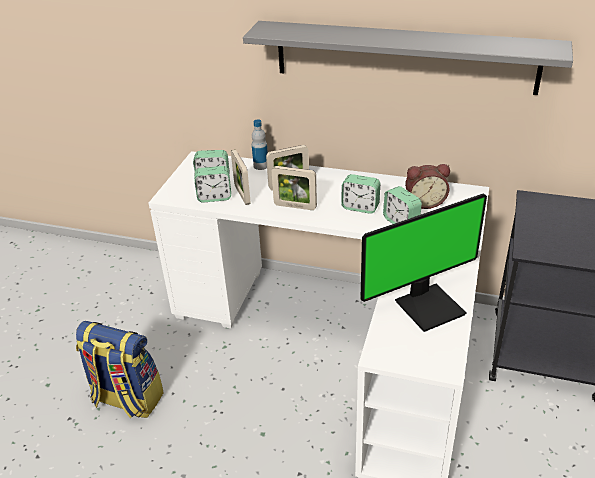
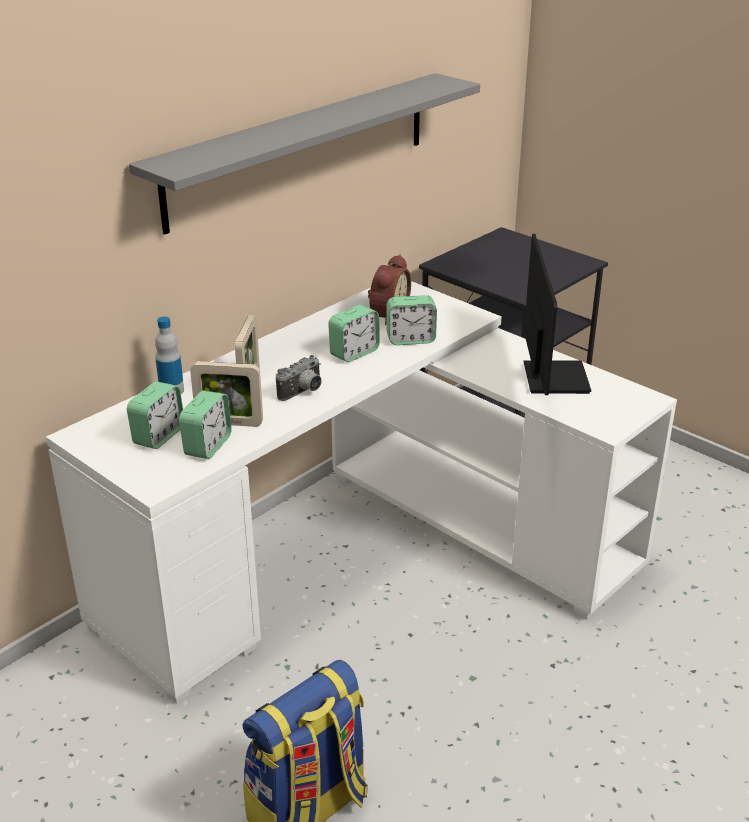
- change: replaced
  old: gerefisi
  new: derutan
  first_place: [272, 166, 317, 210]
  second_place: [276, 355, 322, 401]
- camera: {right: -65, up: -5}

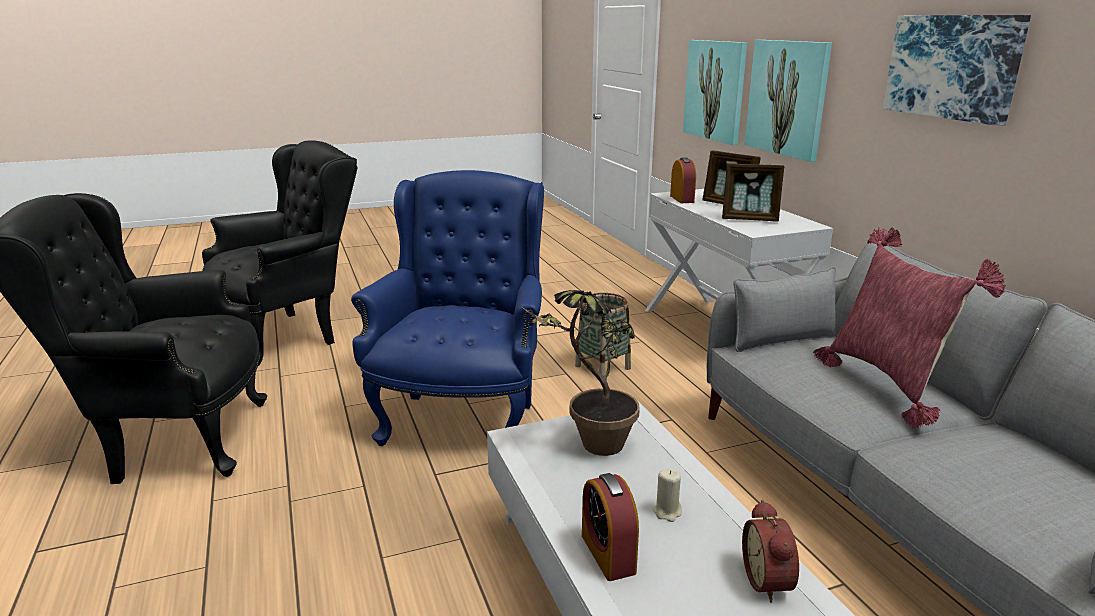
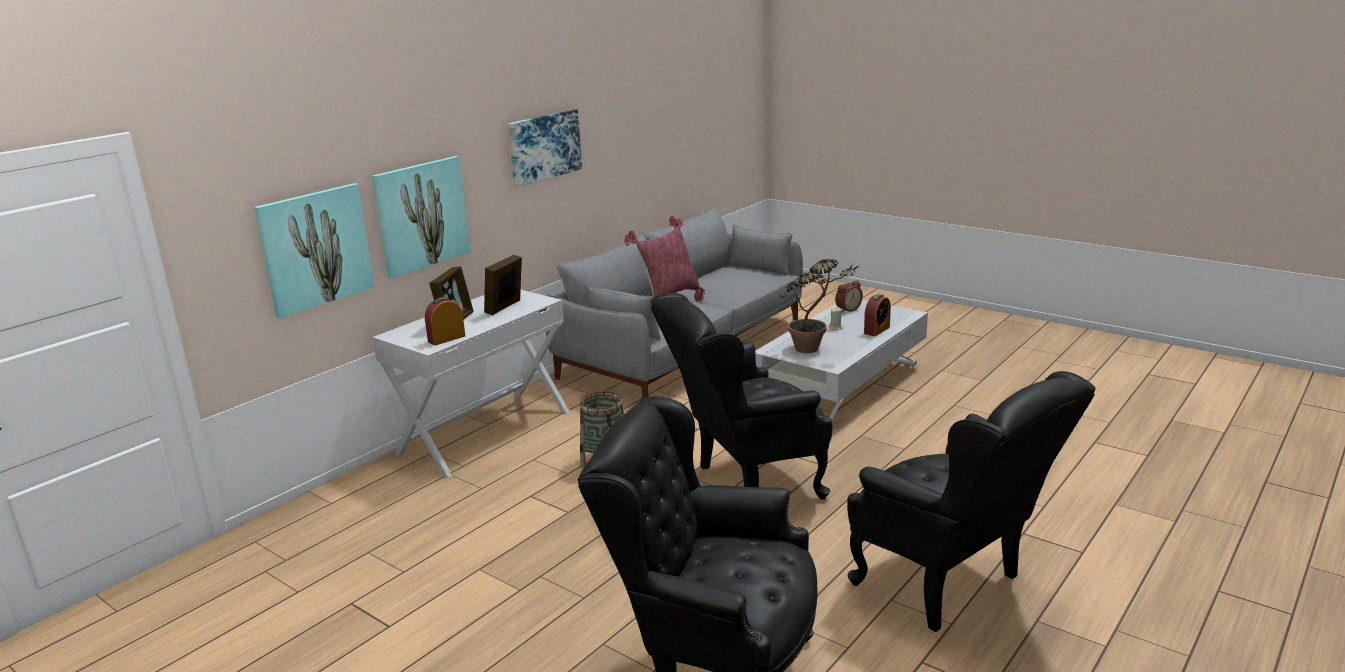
- change: recoloured
  old: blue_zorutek
  new: black_zorutek
  first_place: [351, 170, 544, 446]
  second_place: [651, 293, 832, 500]
- change: turned
  old: gerefisi
  first_place: [722, 163, 784, 222]
  second_place: [484, 255, 522, 315]
  degrees: -135
- camera: {right: -120, up: 0}

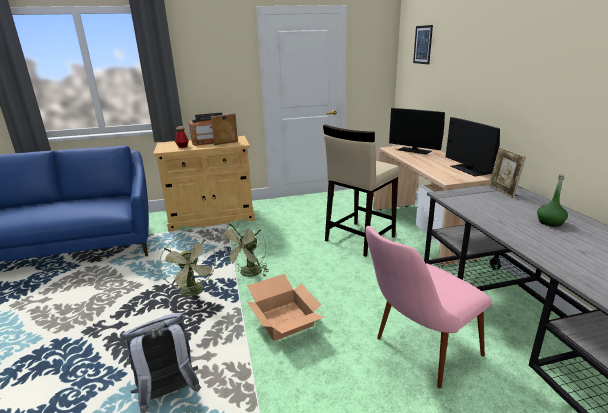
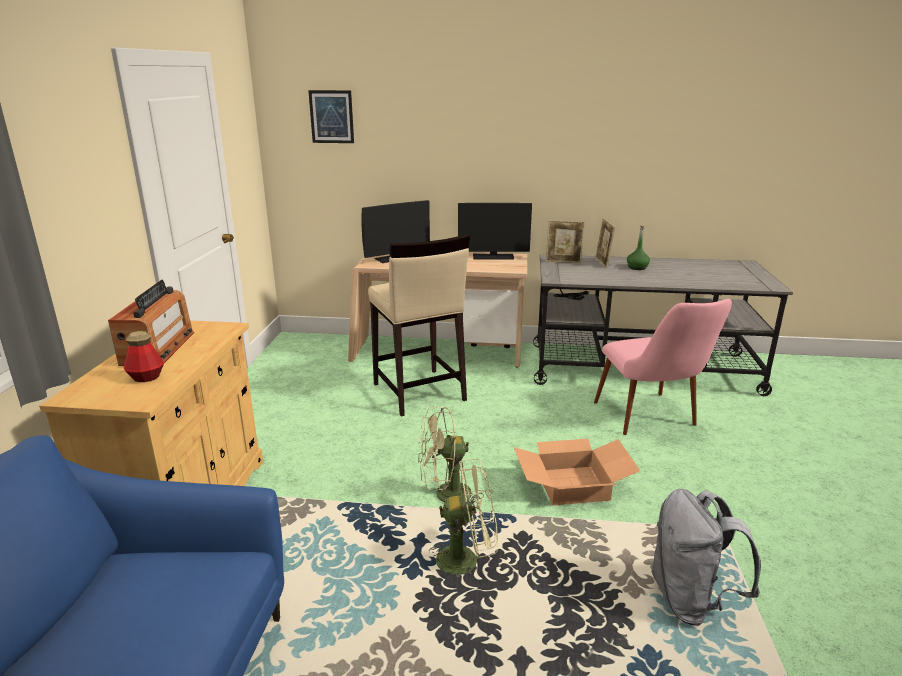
- change: moved
  old: gerefisi
  first_place: [211, 113, 238, 146]
  second_place: [595, 218, 615, 268]
- change: turned
  old: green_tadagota
  first_place: [220, 220, 270, 277]
  second_place: [418, 407, 484, 504]
  degrees: 120
- camera: {right: -70, up: 0}

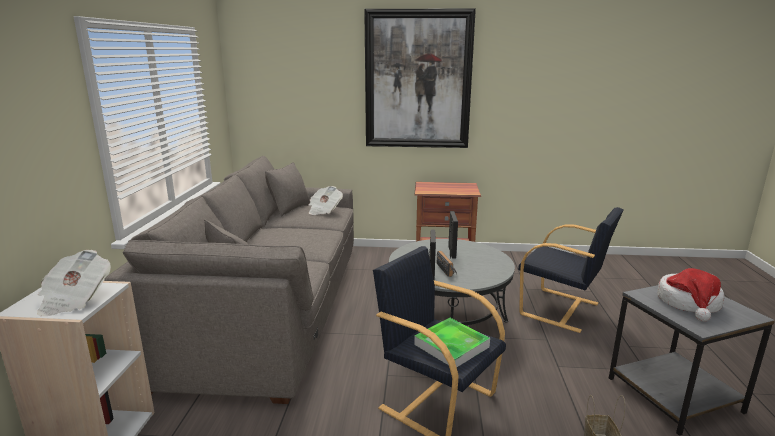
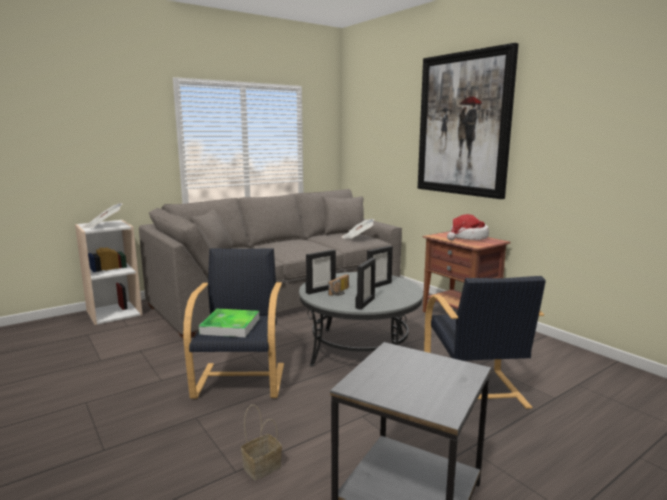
- change: moved
  old: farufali
  first_place: [657, 268, 724, 322]
  second_place: [447, 214, 489, 240]
- change: added
  new: gerefisi
  second_place: [355, 258, 376, 310]
- camera: {right: 50, up: -5}

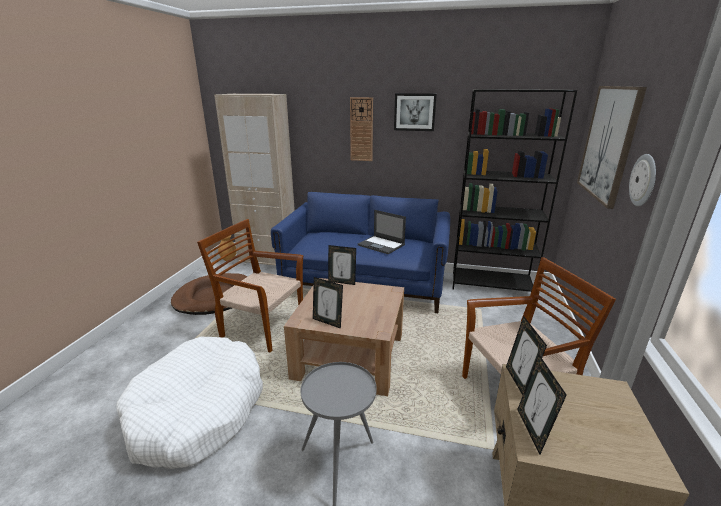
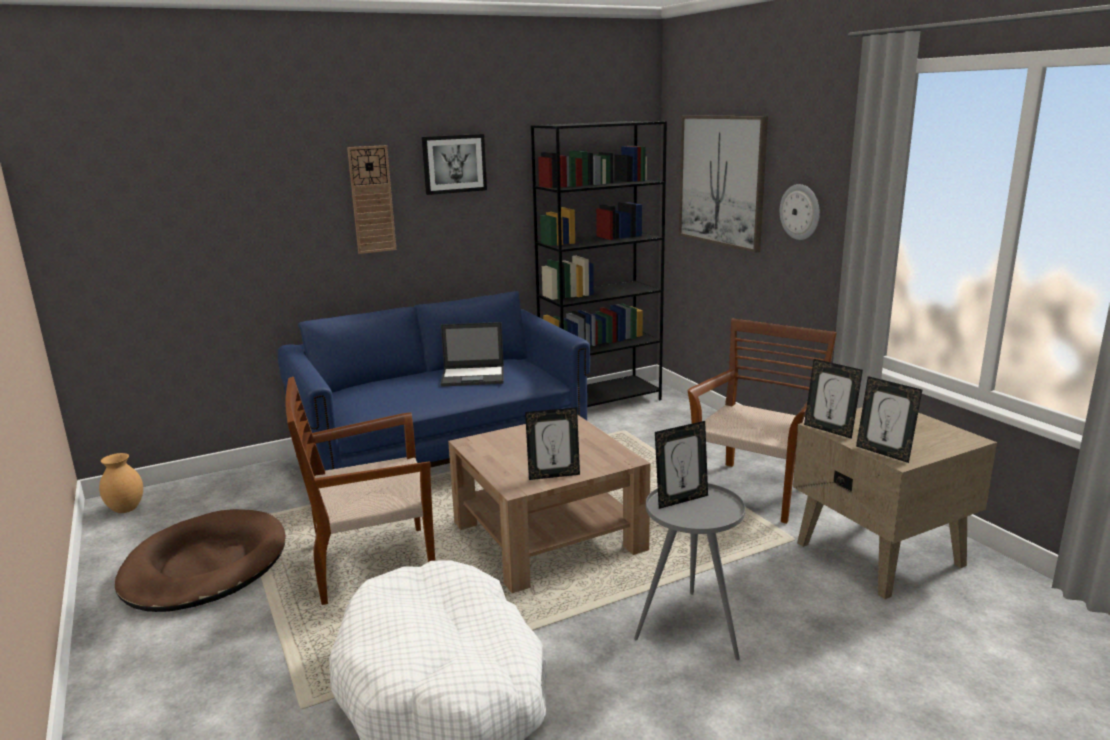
- change: removed
  old: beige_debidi
  first_place: [214, 94, 295, 266]
- change: moved
  old: gerefisi
  first_place: [328, 245, 356, 285]
  second_place: [655, 421, 708, 509]
- camera: {right: -40, up: -5}

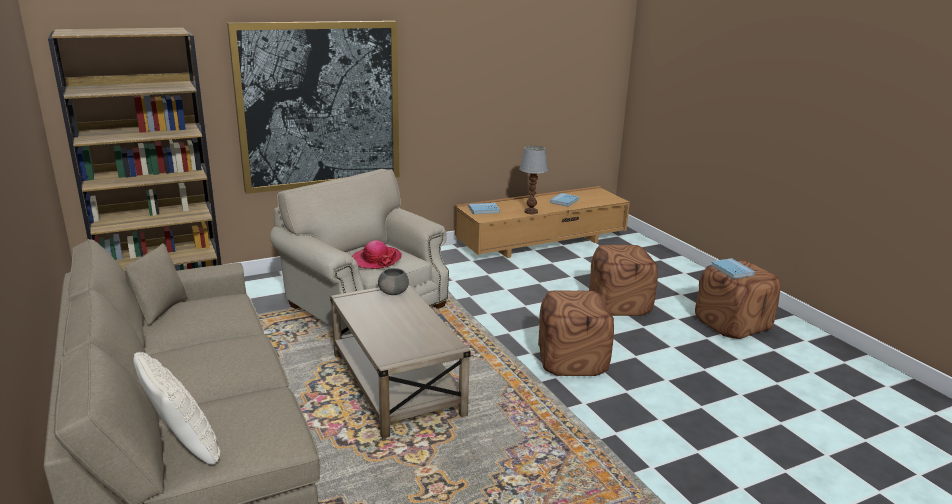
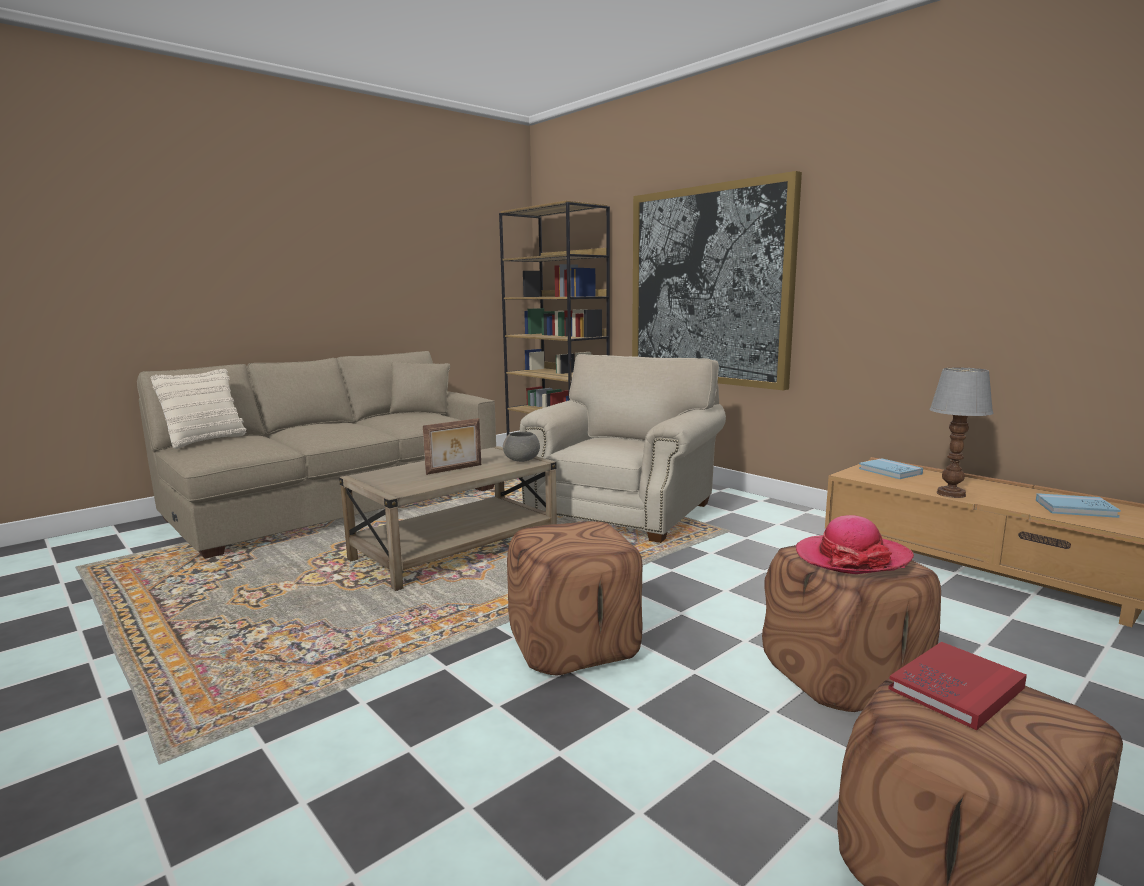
- change: moved
  old: farufali
  first_place: [352, 240, 402, 269]
  second_place: [795, 515, 914, 574]
- change: recoloured
  old: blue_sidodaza
  new: red_sidodaza
  first_place: [711, 258, 755, 279]
  second_place: [888, 642, 1027, 730]
- change: added
  new: gerefisi
  second_place: [423, 418, 481, 475]
- camera: {right: 75, up: -10}

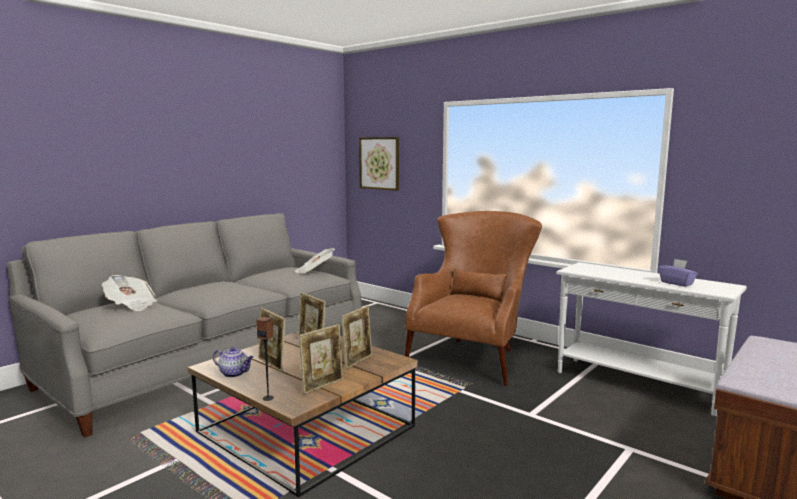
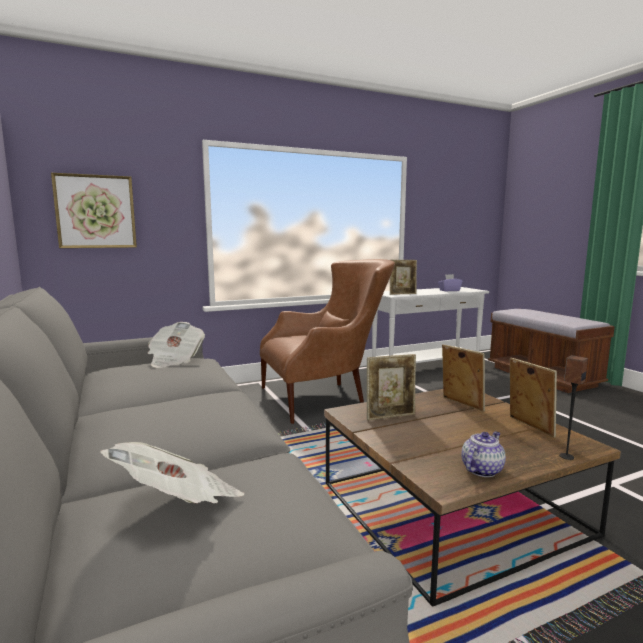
- change: moved
  old: gerefisi
  first_place: [258, 308, 285, 372]
  second_place: [390, 260, 417, 295]
- change: turned
  old: brown_zorutek
  first_place: [405, 211, 542, 386]
  second_place: [260, 259, 395, 424]
  degrees: 105
- camera: {right: -65, up: 0}

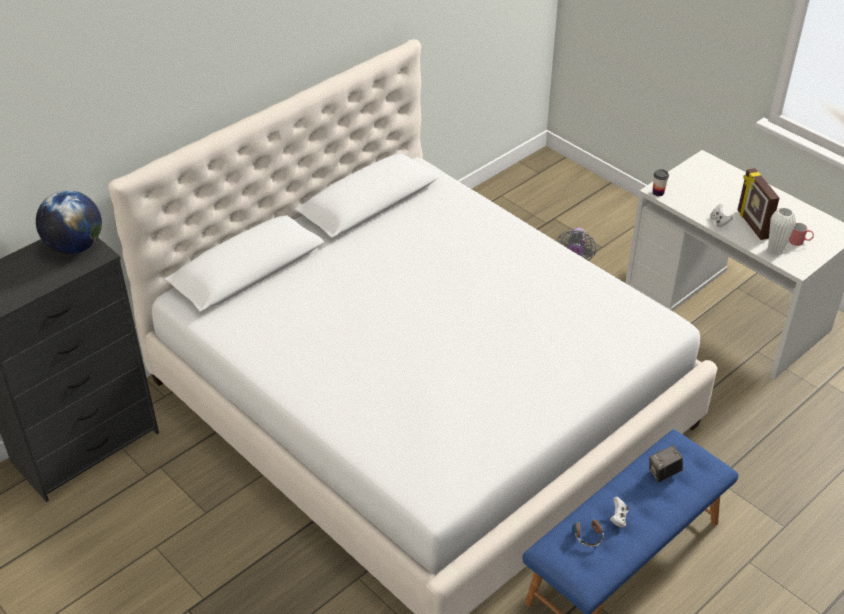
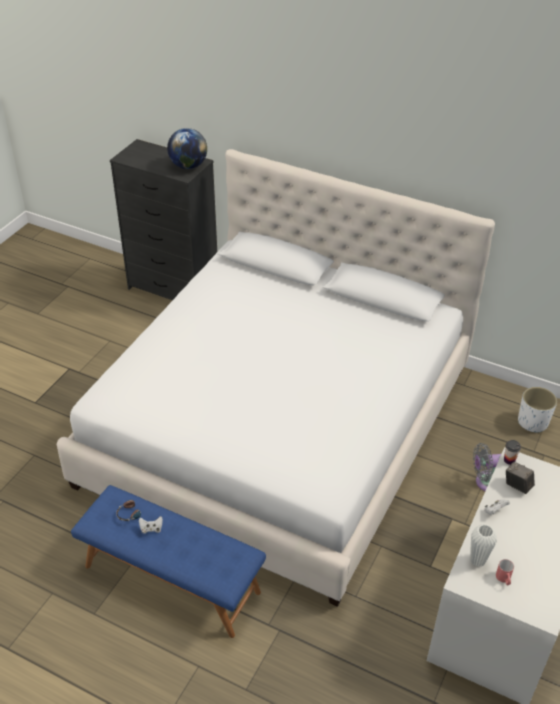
- change: moved
  old: derutan
  first_place: [649, 445, 683, 482]
  second_place: [506, 462, 535, 494]
- change: removed
  old: gerefisi
  first_place: [738, 168, 779, 240]
- change: added
  new: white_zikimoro
  second_place: [518, 387, 557, 433]
- camera: {right: 70, up: 0}

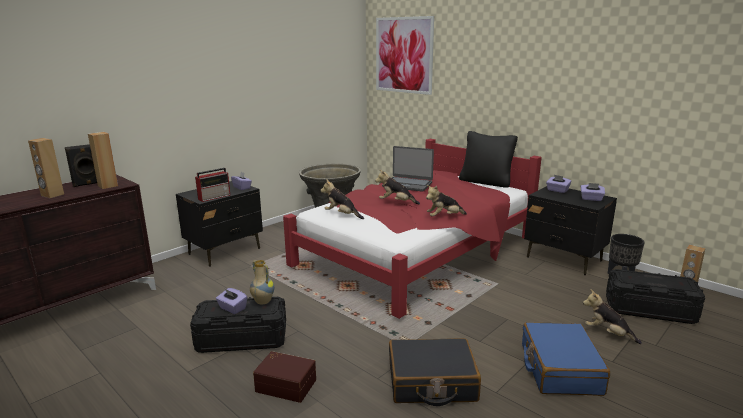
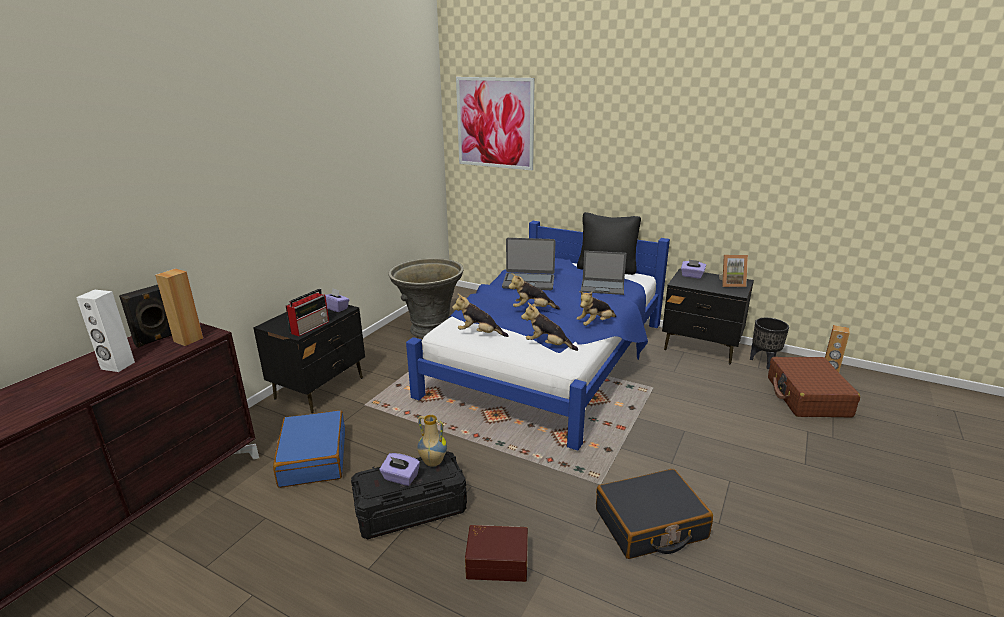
- change: recoloured
  old: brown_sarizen
  new: white_sarizen
  first_place: [28, 138, 64, 198]
  second_place: [76, 290, 135, 372]
- change: recoloured
  old: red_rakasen
  new: blue_rakasen
  first_place: [283, 139, 542, 319]
  second_place: [406, 221, 670, 451]
- change: moved
  old: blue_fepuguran
  first_place: [522, 322, 610, 396]
  second_place: [273, 410, 345, 488]
- change: replaced
  old: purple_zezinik
  new: gerefisi
  first_place: [581, 183, 605, 201]
  second_place: [719, 255, 748, 287]
- change: moved
  old: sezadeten
  first_place: [583, 289, 642, 344]
  second_place: [521, 302, 578, 351]
- change: replaced
  old: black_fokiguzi
  new: brown_fepuguran
  first_place: [606, 269, 705, 324]
  second_place: [768, 357, 860, 417]
- change: added
  new: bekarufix
  second_place: [581, 251, 627, 295]
- camera: {right: -15, up: 5}

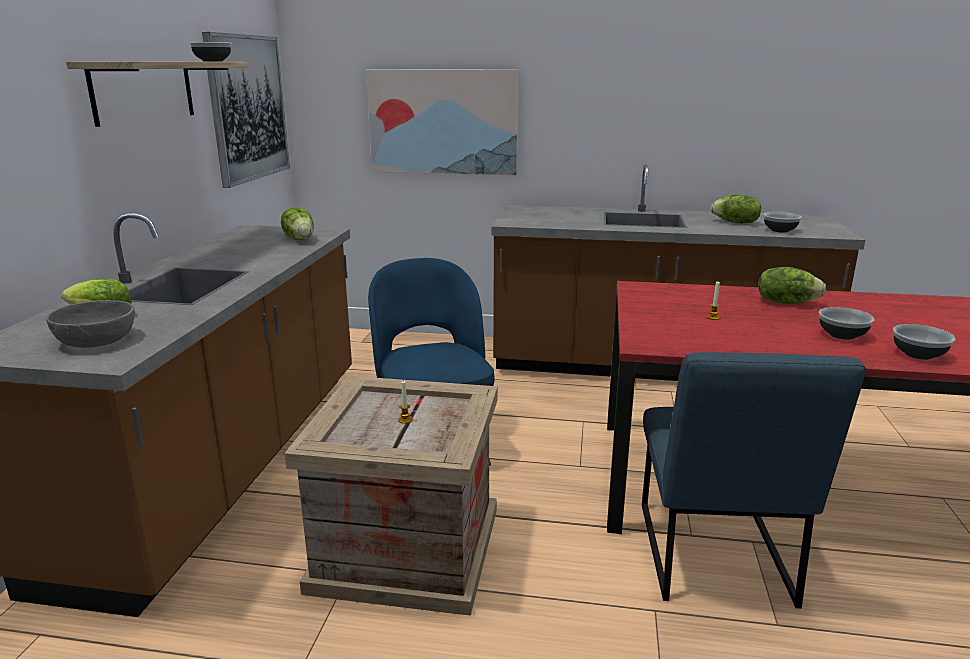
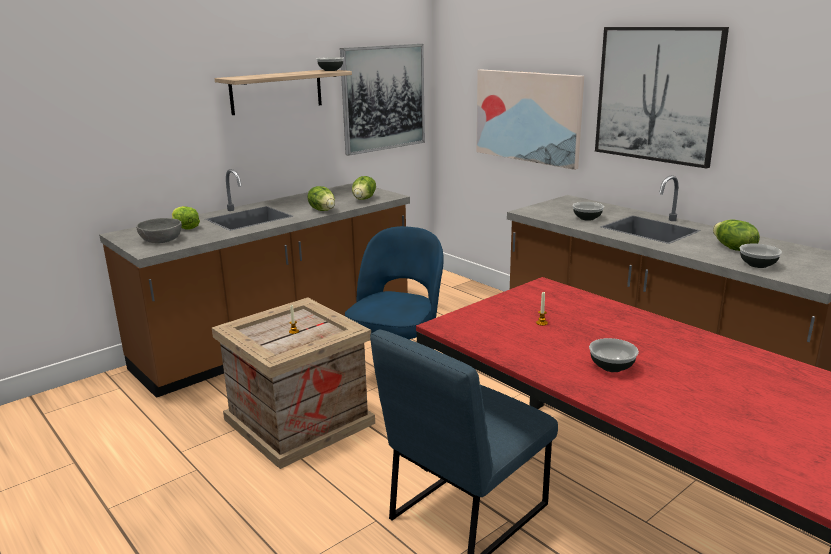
- change: moved
  old: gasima
  first_place: [758, 267, 826, 304]
  second_place: [307, 186, 335, 211]
- change: moved
  old: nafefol
  first_place: [893, 324, 955, 360]
  second_place: [573, 202, 604, 221]
- change: added
  new: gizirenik
  second_place: [595, 27, 729, 169]
- camera: {right: 40, up: 0}

